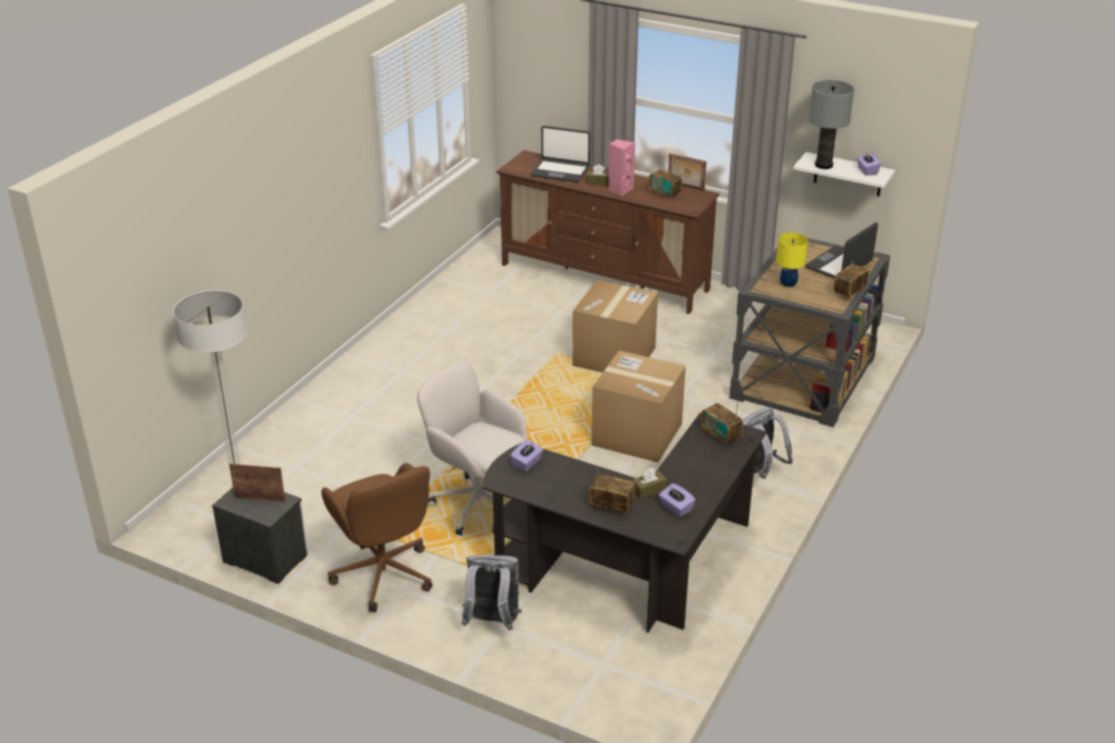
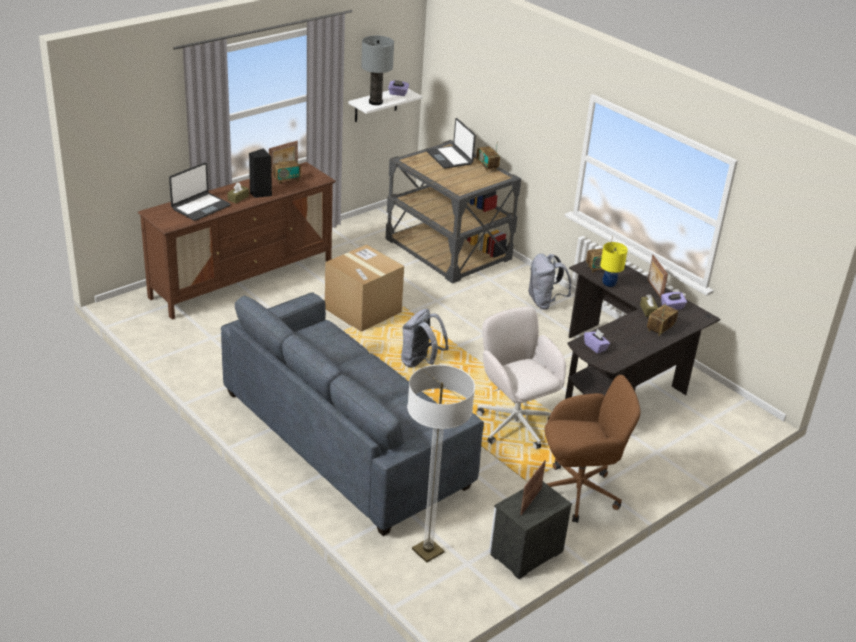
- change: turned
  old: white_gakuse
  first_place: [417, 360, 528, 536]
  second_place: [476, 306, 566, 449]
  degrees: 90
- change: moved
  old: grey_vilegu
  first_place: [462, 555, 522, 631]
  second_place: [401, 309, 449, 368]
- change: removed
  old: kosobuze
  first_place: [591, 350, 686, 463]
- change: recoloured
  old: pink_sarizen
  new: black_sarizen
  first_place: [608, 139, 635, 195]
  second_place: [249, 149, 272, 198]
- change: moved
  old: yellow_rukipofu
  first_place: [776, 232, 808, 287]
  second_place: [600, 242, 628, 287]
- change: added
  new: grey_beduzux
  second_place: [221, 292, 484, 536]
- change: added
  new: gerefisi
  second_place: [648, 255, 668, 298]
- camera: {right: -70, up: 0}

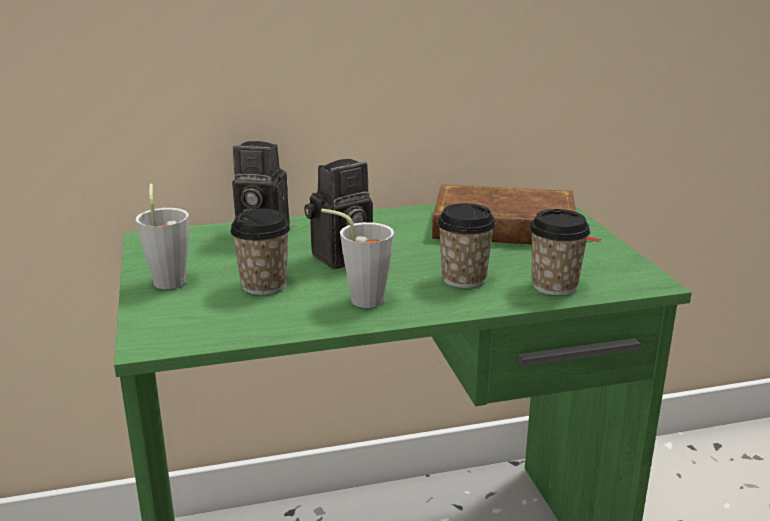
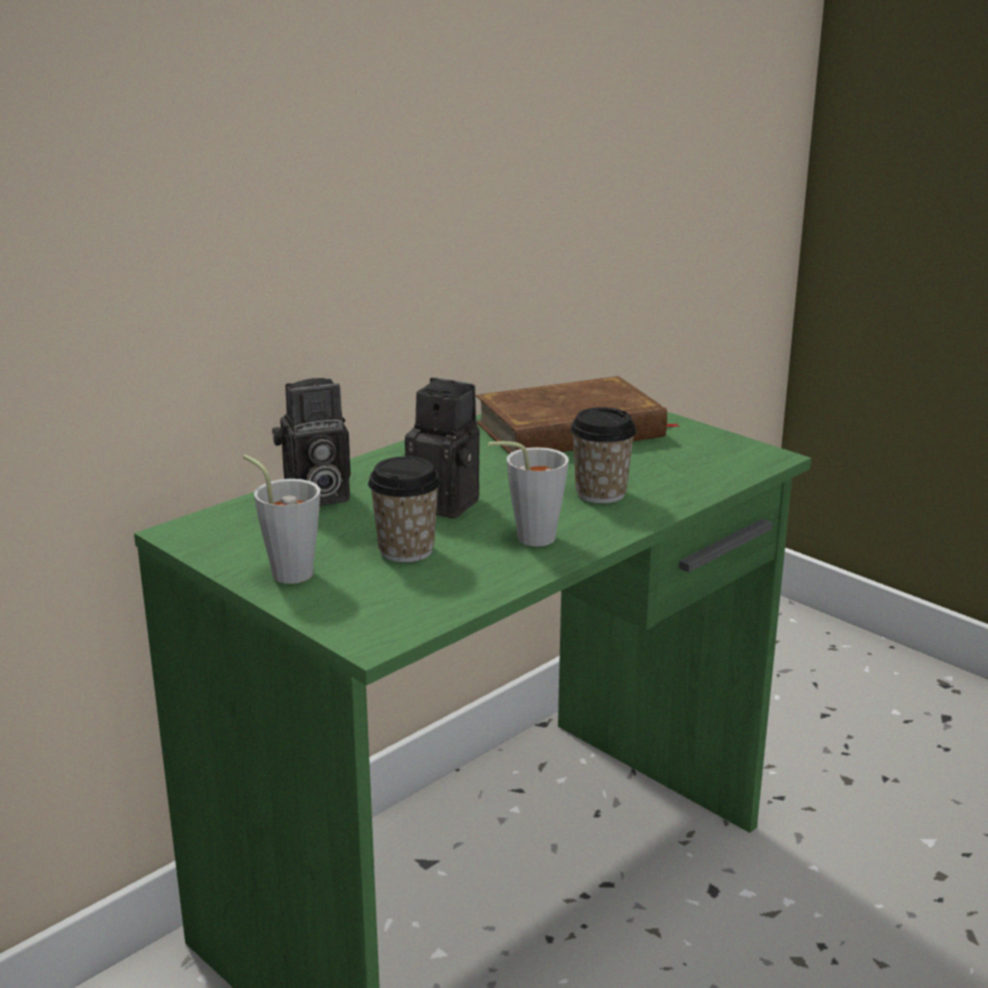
- change: turned
  old: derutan
  first_place: [304, 159, 373, 269]
  second_place: [405, 377, 480, 519]
  degrees: -90
- change: removed
  old: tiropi
  first_place: [530, 209, 590, 296]
- camera: {right: -30, up: 0}

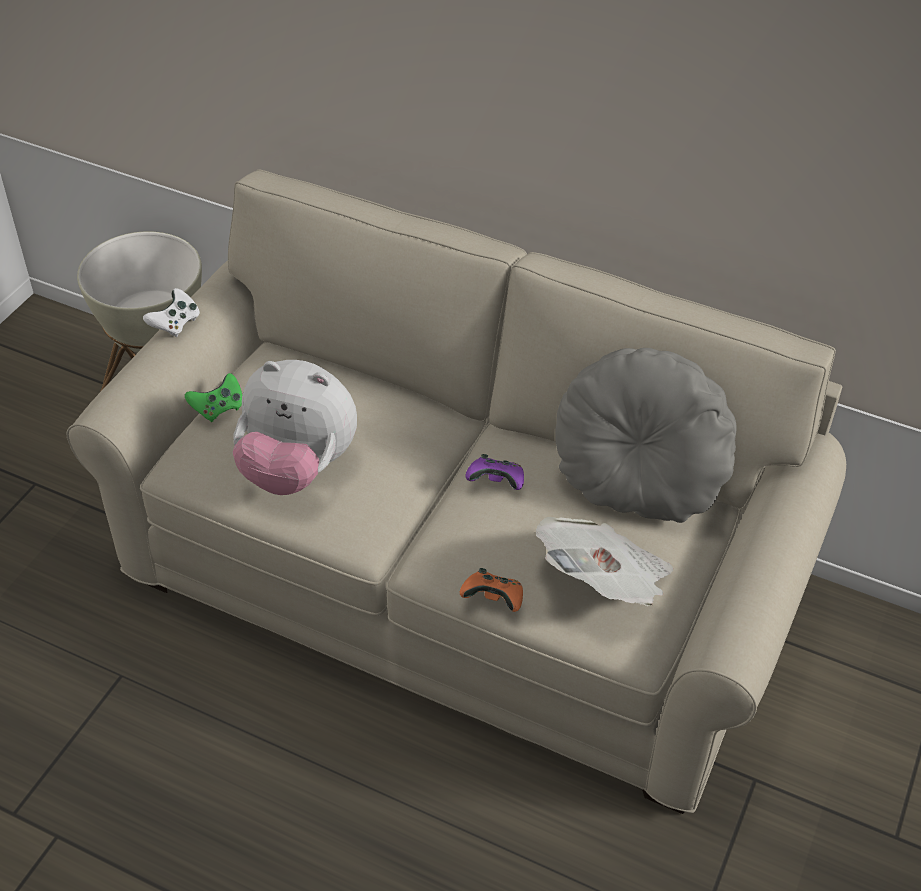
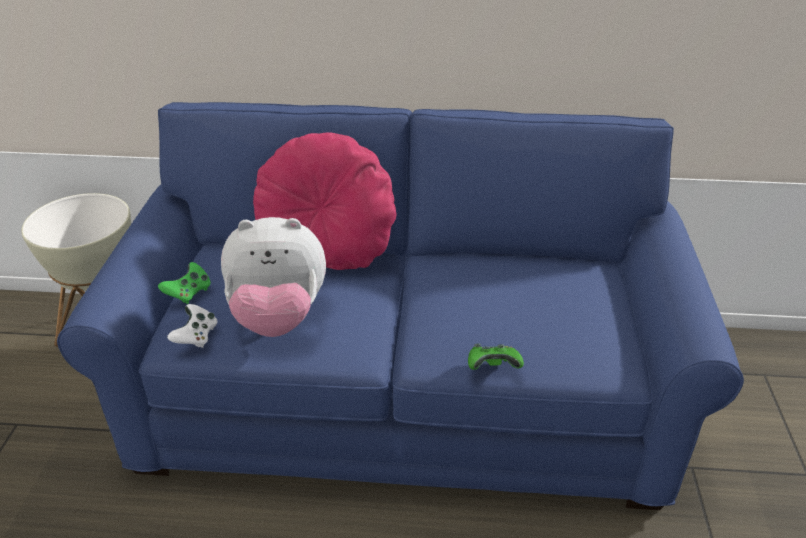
- change: recoloured
  old: beige_beduzux
  new: blue_beduzux
  first_place: [67, 169, 846, 814]
  second_place: [57, 102, 744, 510]
- change: moved
  old: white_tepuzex
  first_place: [143, 288, 200, 337]
  second_place: [167, 304, 217, 348]
- change: recoloured
  old: orange_tepuzex
  new: green_tepuzex
  first_place: [460, 568, 523, 612]
  second_place: [468, 344, 524, 370]
- change: removed
  old: purple_tepuzex
  first_place: [465, 454, 524, 490]
- change: removed
  old: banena
  first_place: [536, 517, 674, 606]
- change: removed
  old: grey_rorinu
  first_place: [555, 348, 736, 523]
- change: added
  new: pink_rorinu
  second_place: [253, 133, 396, 270]
- camera: {right: -20, up: -10}

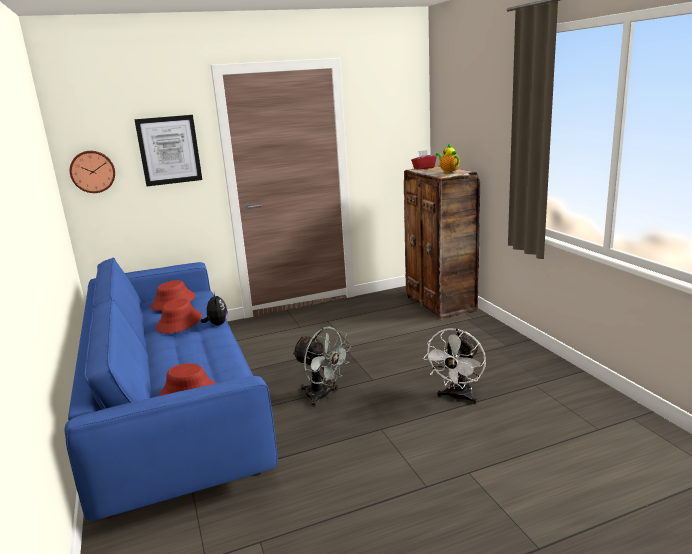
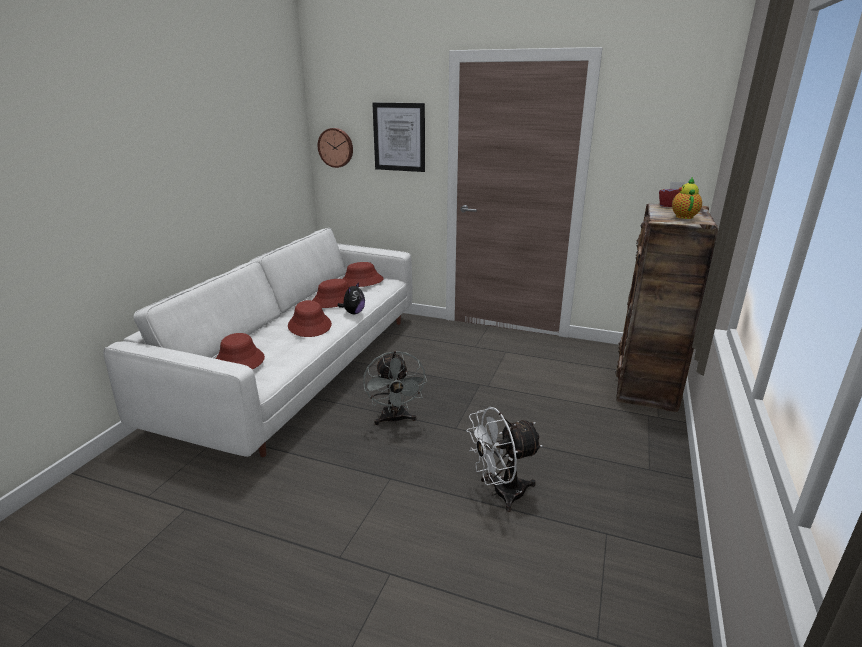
- change: recoloured
  old: blue_beduzux
  new: white_beduzux
  first_place: [64, 257, 278, 521]
  second_place: [103, 228, 412, 457]
- change: added
  new: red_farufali
  second_place: [288, 300, 332, 337]
- camera: {right: 40, up: 5}

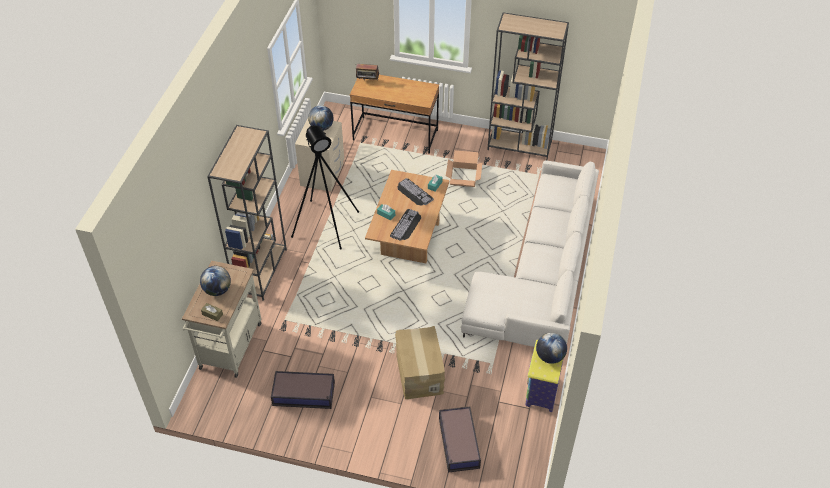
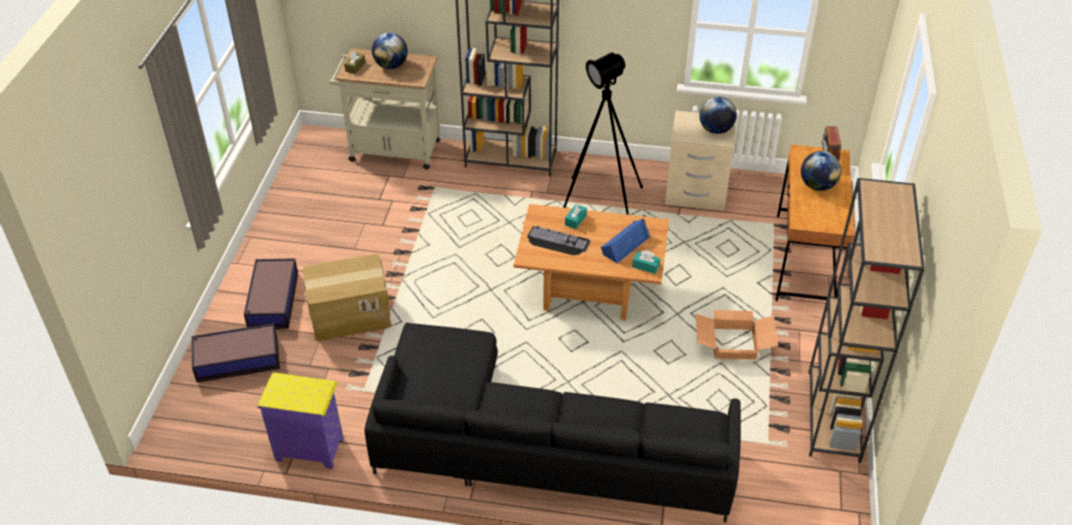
- change: moved
  old: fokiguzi
  first_place: [271, 371, 335, 409]
  second_place: [244, 258, 298, 329]
- change: replaced
  old: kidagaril
  new: blue_sarizen
  first_place: [397, 178, 434, 206]
  second_place: [601, 218, 650, 264]
- change: recoloured
  old: white_beduzux
  new: black_beduzux
  first_place: [461, 160, 599, 347]
  second_place: [364, 323, 741, 523]
- change: moved
  old: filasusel
  first_place: [536, 333, 567, 364]
  second_place: [801, 151, 841, 191]
- camera: {right: 85, up: -5}

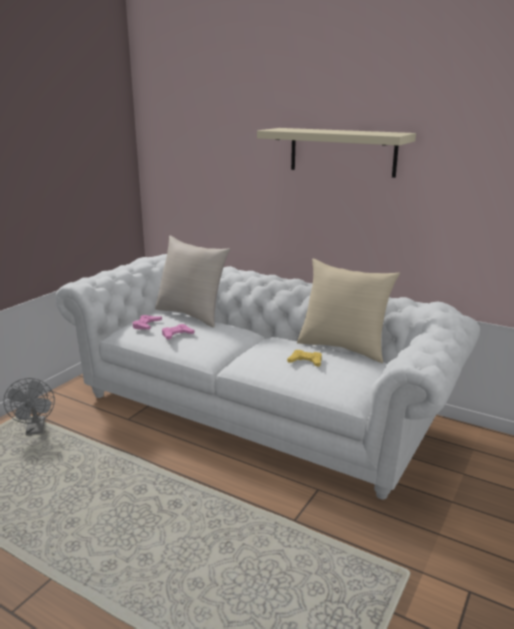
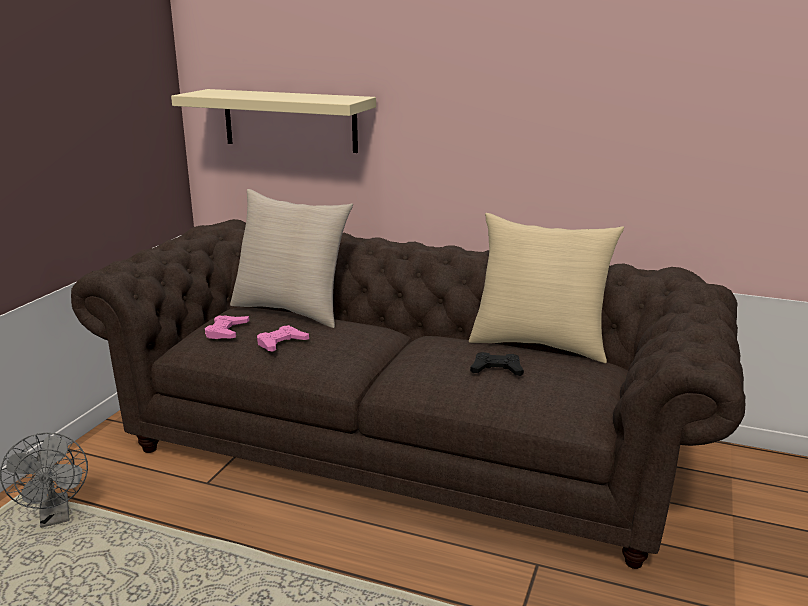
- change: recoloured
  old: white_beduzux
  new: brown_beduzux
  first_place: [56, 254, 480, 500]
  second_place: [71, 219, 745, 569]
- change: moved
  old: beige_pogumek
  first_place: [257, 128, 416, 178]
  second_place: [171, 89, 376, 153]
- change: recoloured
  old: yellow_tepuzex
  new: black_tepuzex
  first_place: [287, 350, 322, 367]
  second_place: [470, 352, 524, 376]
- camera: {right: -10, up: 0}

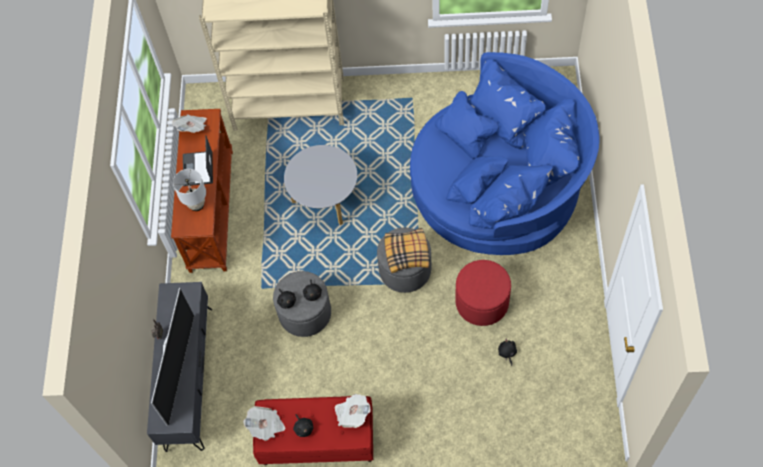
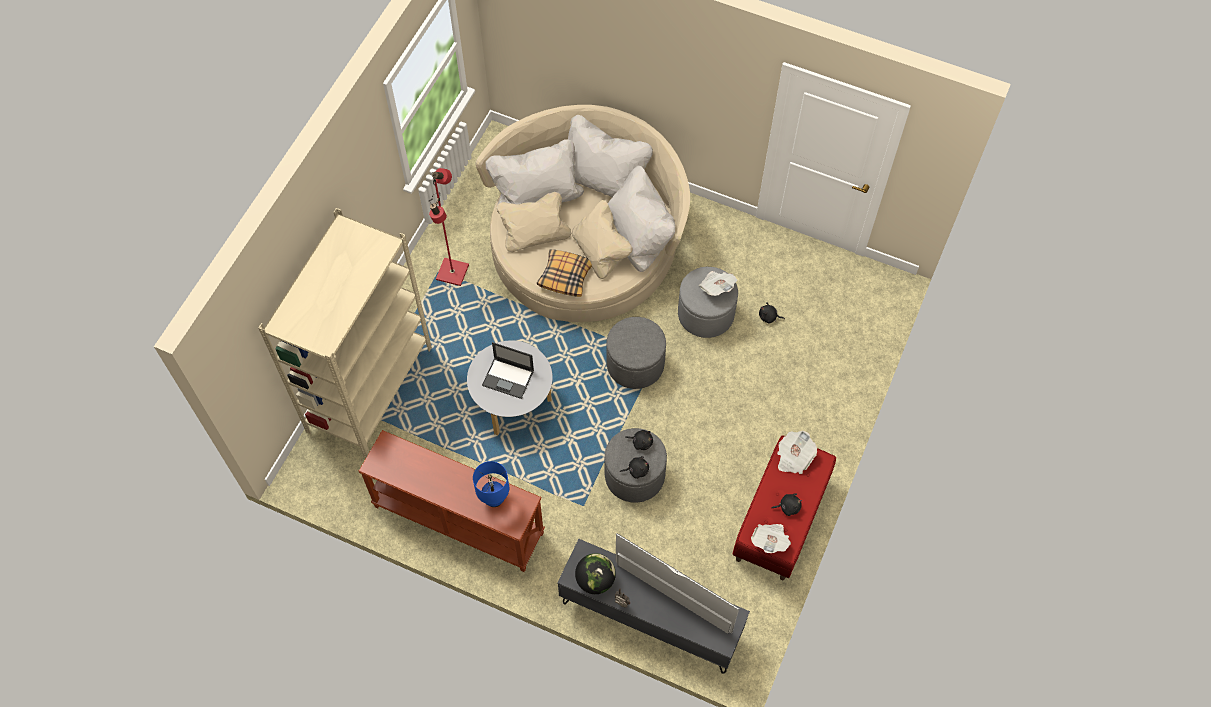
- change: moved
  old: banena
  first_place: [172, 114, 207, 133]
  second_place: [699, 271, 737, 296]
- change: recoloured
  old: white_rukipofu
  new: blue_rukipofu
  first_place: [173, 169, 206, 211]
  second_place: [473, 461, 509, 507]
- change: moved
  old: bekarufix
  first_place: [183, 135, 213, 186]
  second_place: [482, 342, 534, 399]
- change: moved
  old: rorinu
  first_place: [384, 228, 430, 273]
  second_place: [537, 249, 592, 297]
- change: recoloured
  old: blue_beduzux
  new: beige_beduzux
  first_place: [410, 52, 599, 255]
  second_place: [476, 105, 690, 322]
- change: recoloured
  old: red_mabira
  new: grey_mabira
  first_place: [455, 260, 511, 326]
  second_place: [678, 267, 738, 338]
- change: added
  new: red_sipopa
  second_place: [429, 168, 469, 286]
- change: added
  new: filasusel
  second_place: [575, 553, 616, 594]
- camera: {right: -70, up: 0}

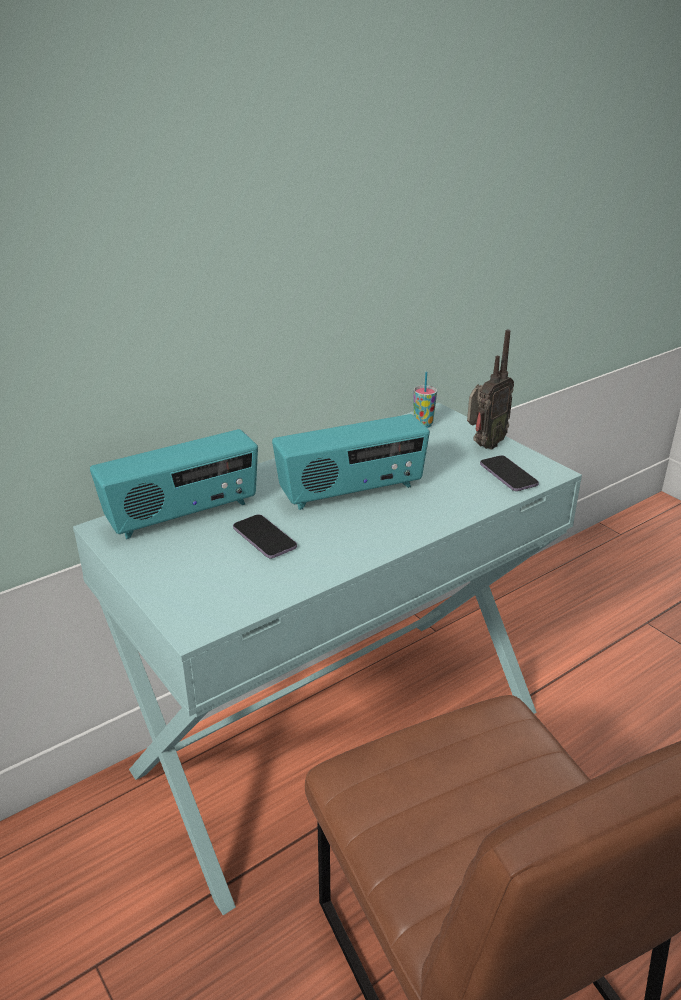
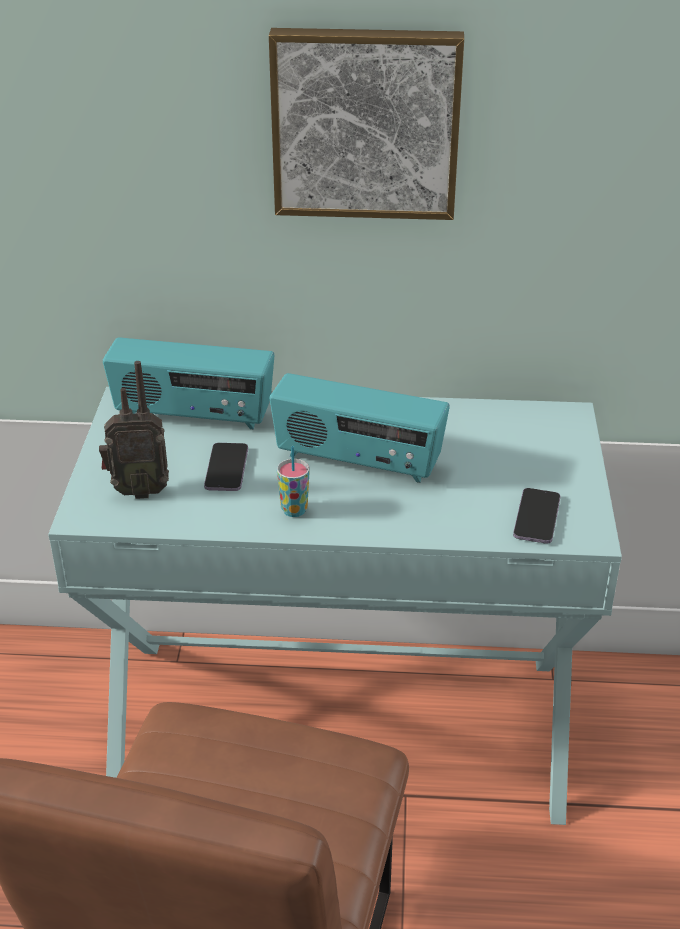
- change: moved
  old: tiropi
  first_place: [413, 372, 437, 428]
  second_place: [277, 446, 310, 517]
- change: moved
  old: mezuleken
  first_place: [467, 330, 514, 450]
  second_place: [99, 361, 169, 499]
- change: added
  new: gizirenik
  second_place: [269, 28, 464, 220]
- camera: {right: 40, up: 5}

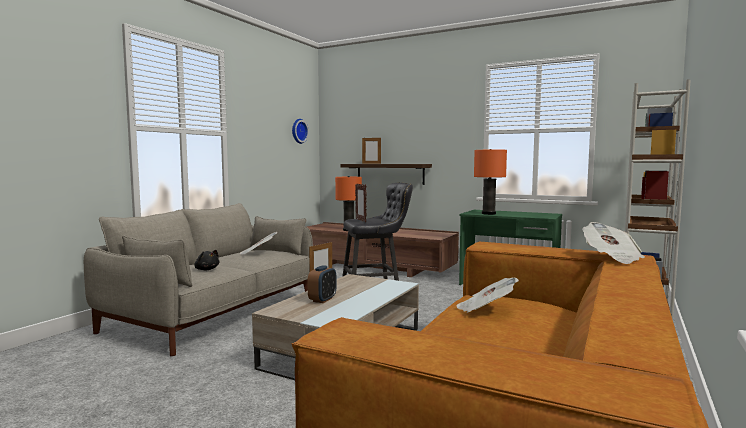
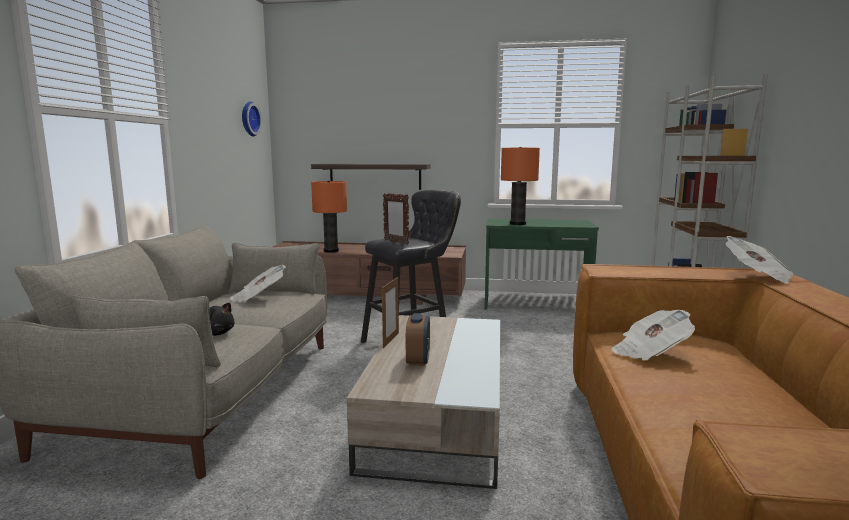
- change: removed
  old: gerefisi
  first_place: [362, 138, 381, 164]
- camera: {right: -20, up: 5}

